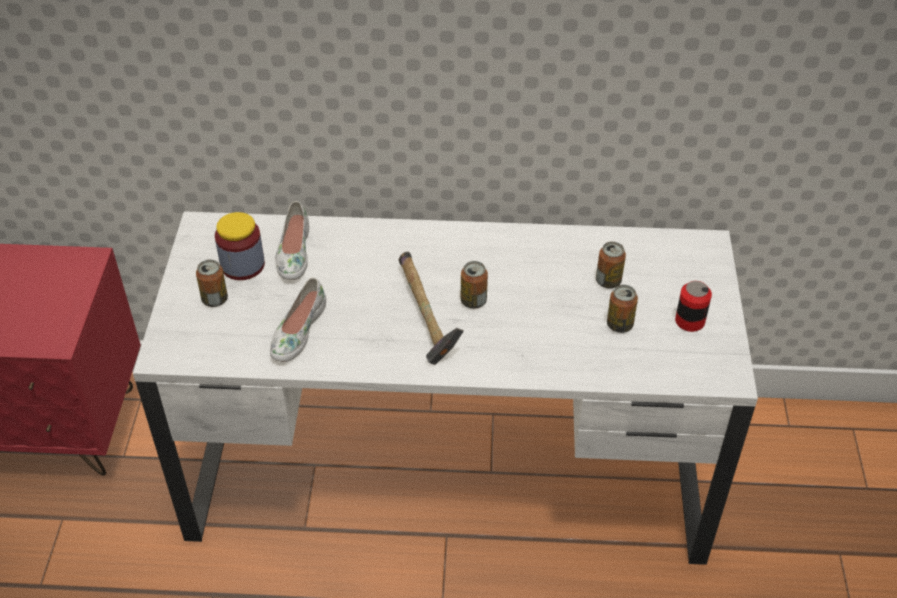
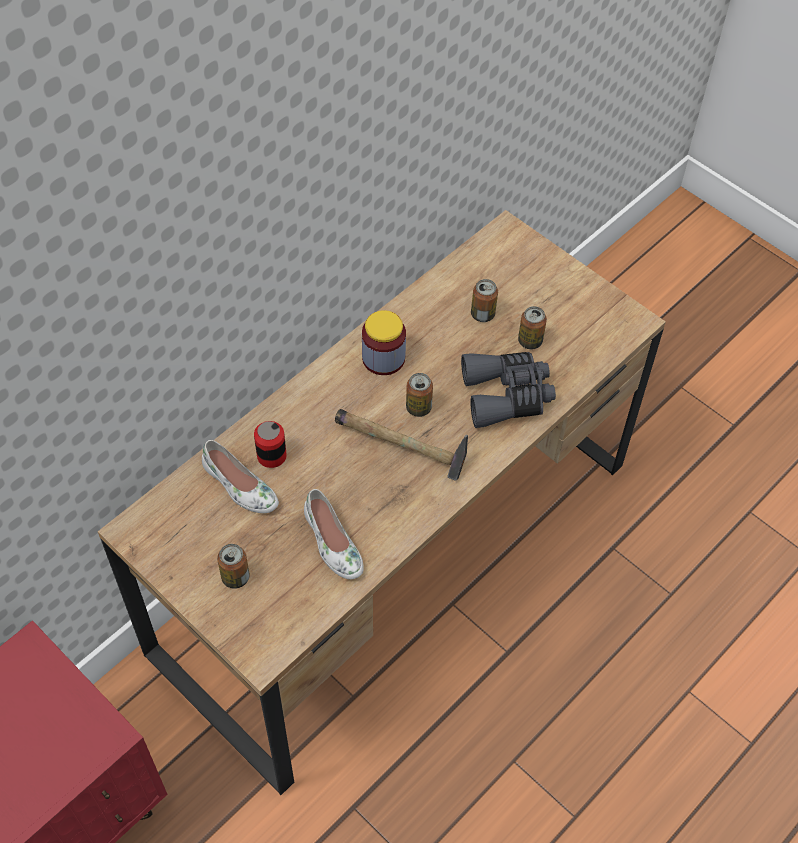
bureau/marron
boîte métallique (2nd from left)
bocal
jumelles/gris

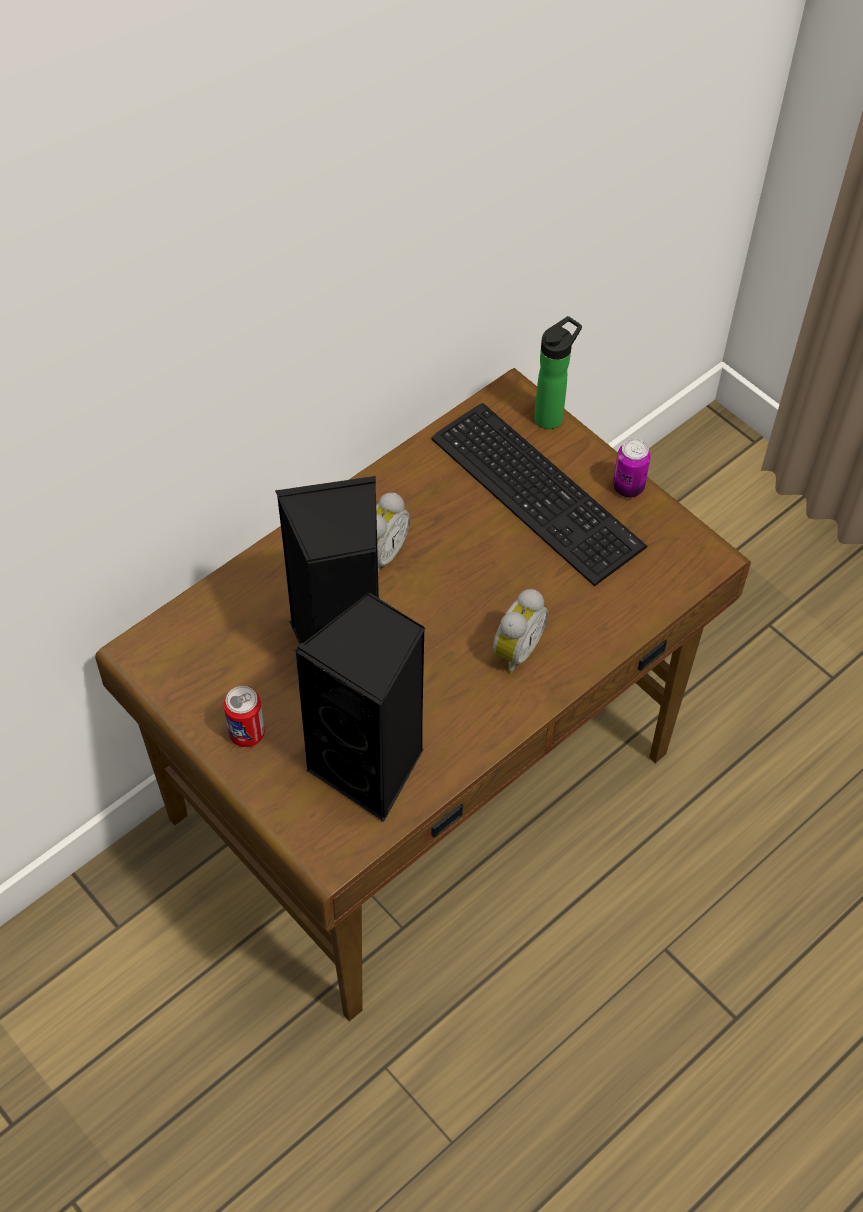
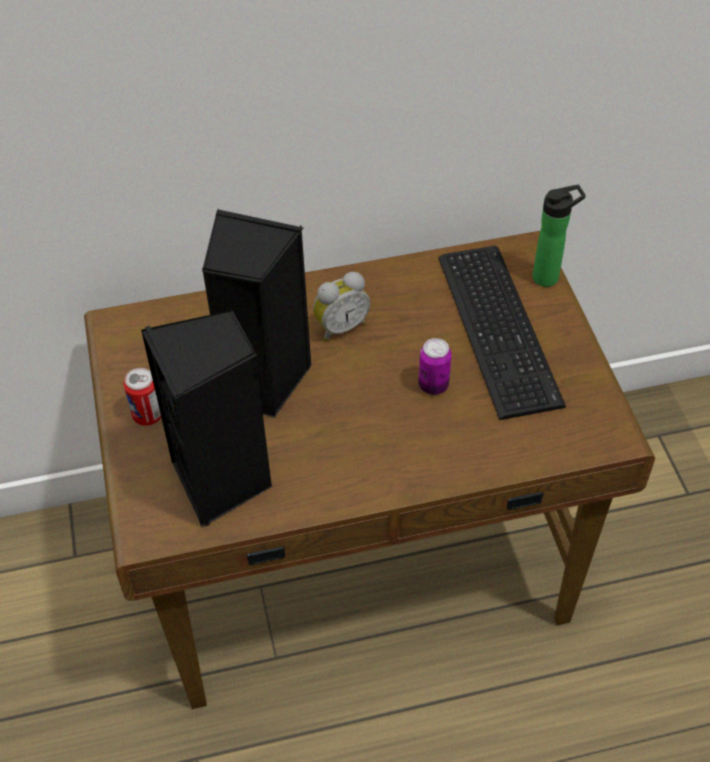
boîte métallique (2nd from left)
réveil (2nd from left in the first image)

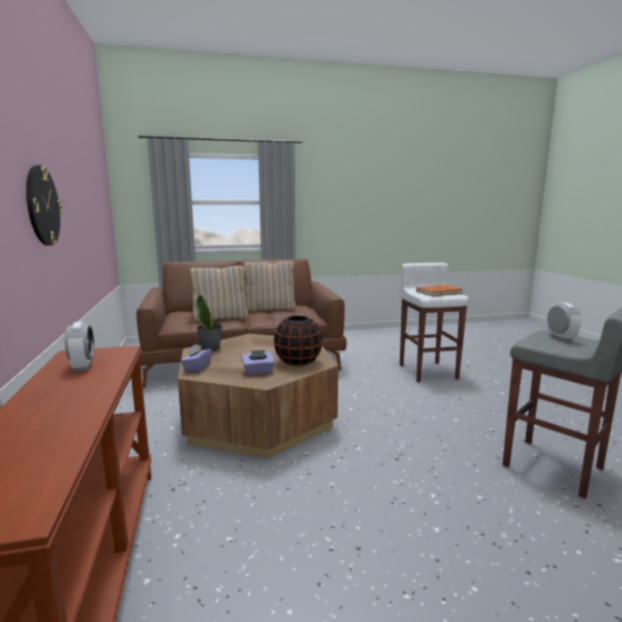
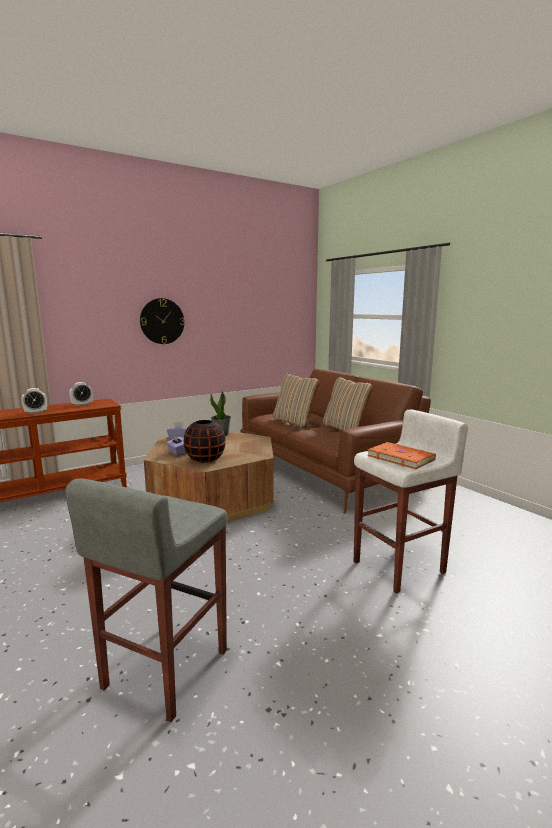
réveil (1st from left)

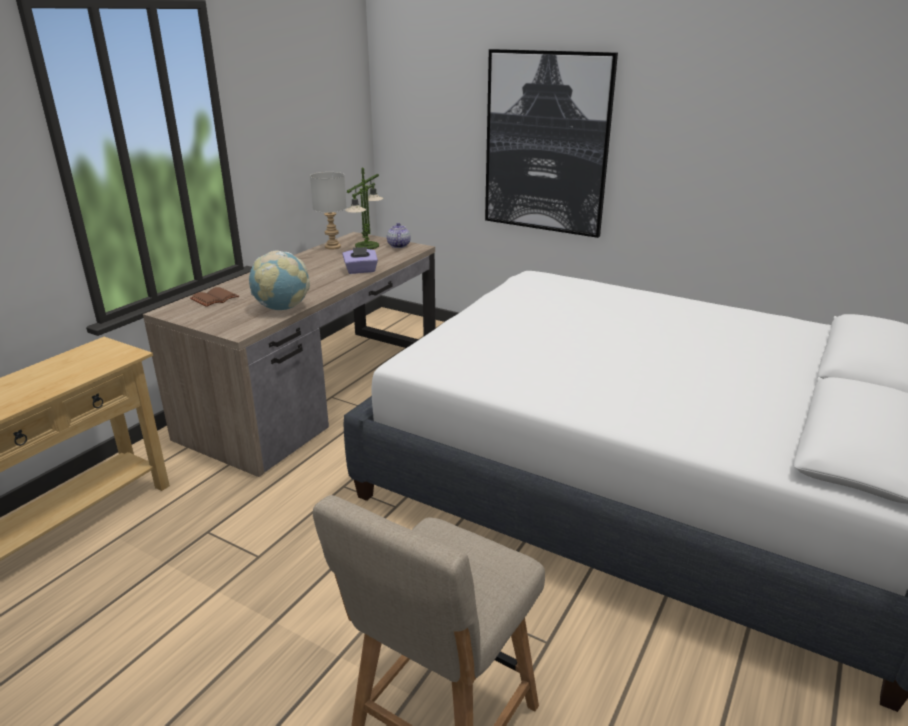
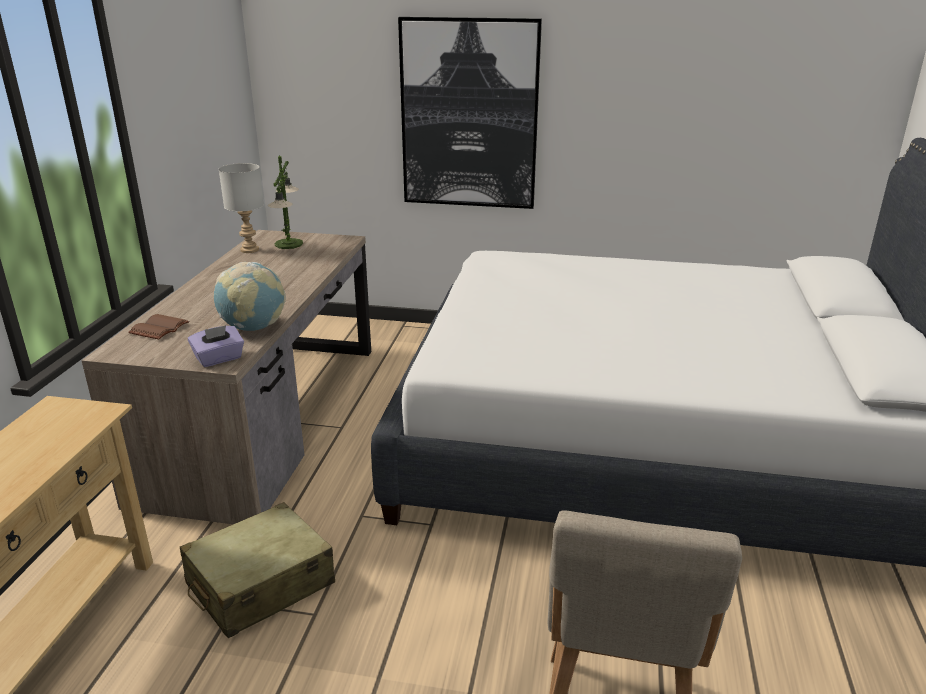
valise/beige
boîte à mouchoirs/violet
théière

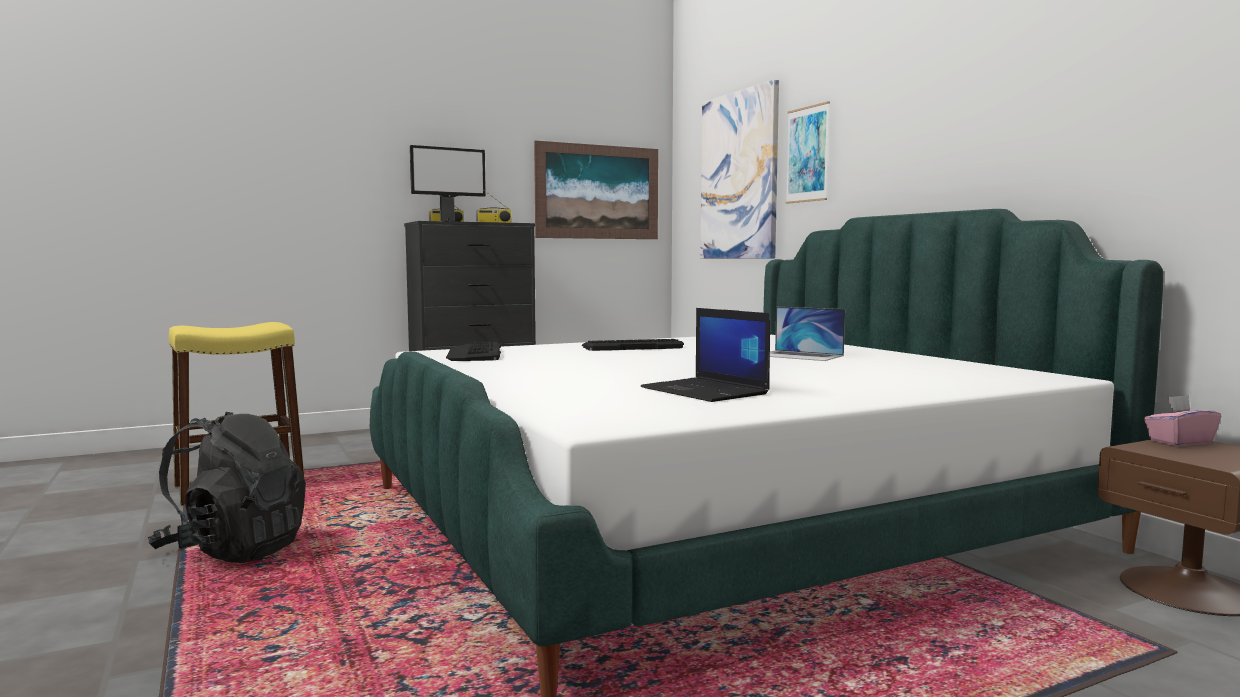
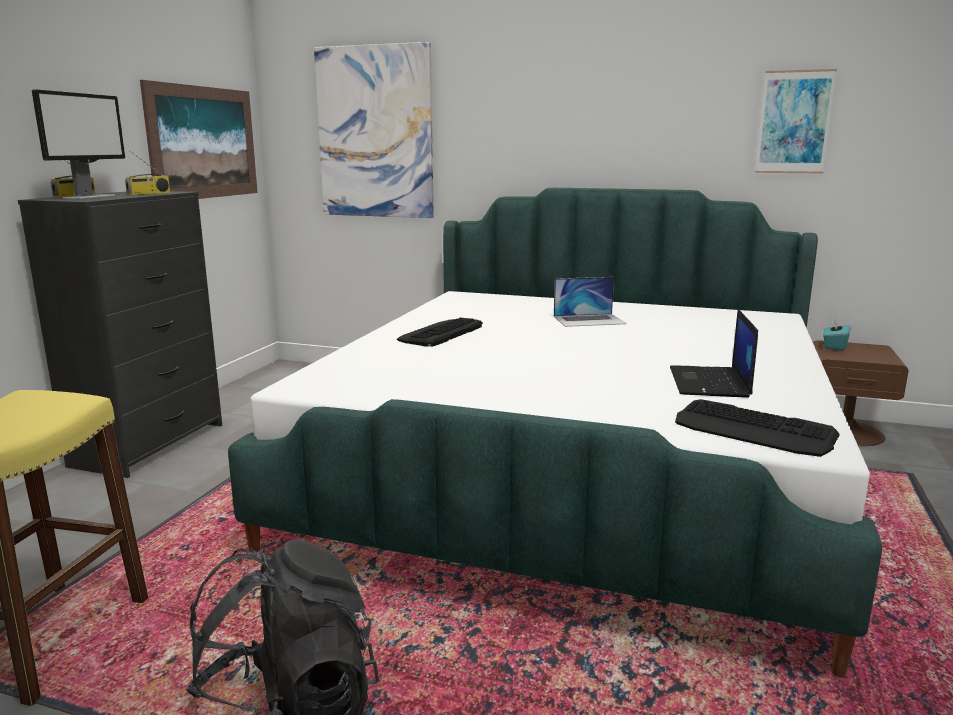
ordinateur portable (2nd from left)
clavier (2nd from left)
tableau (3rd from left)
boîte à mouchoirs/turquoise

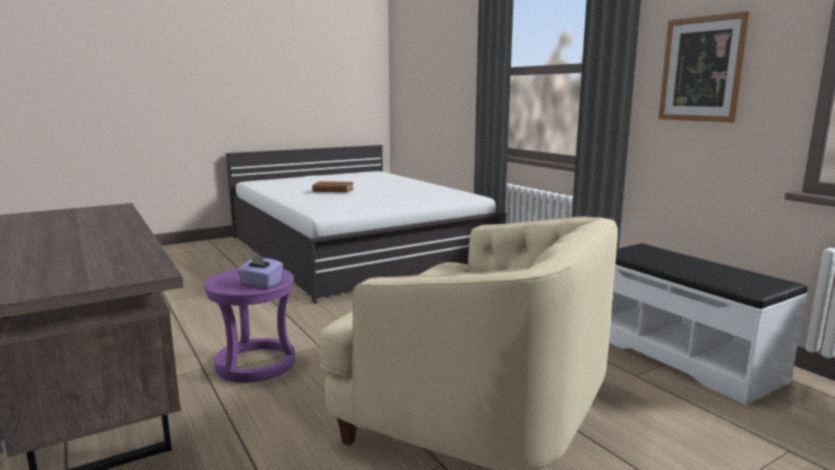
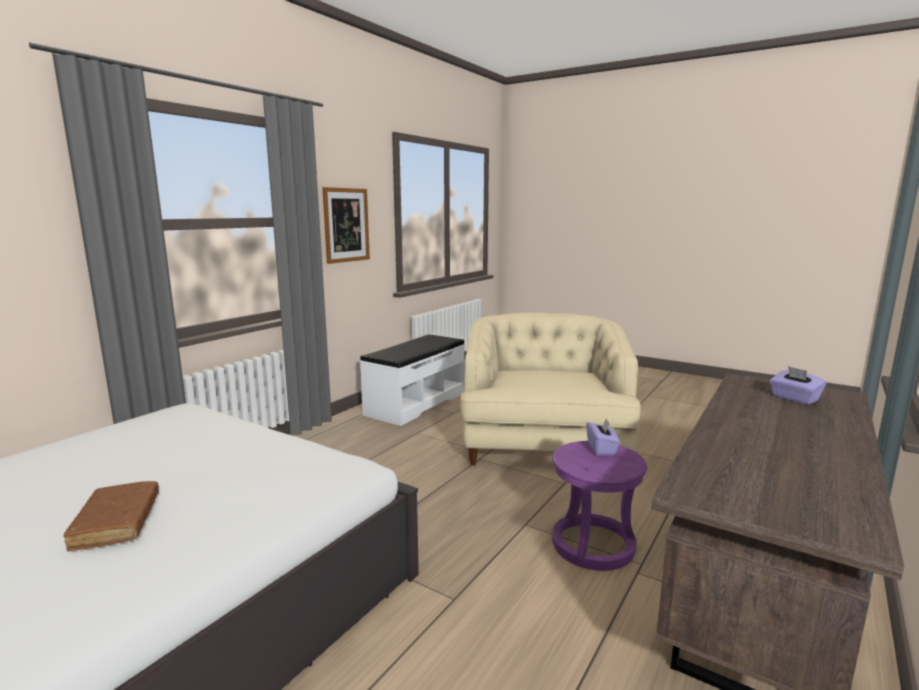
boîte à mouchoirs/violet (2nd from left)

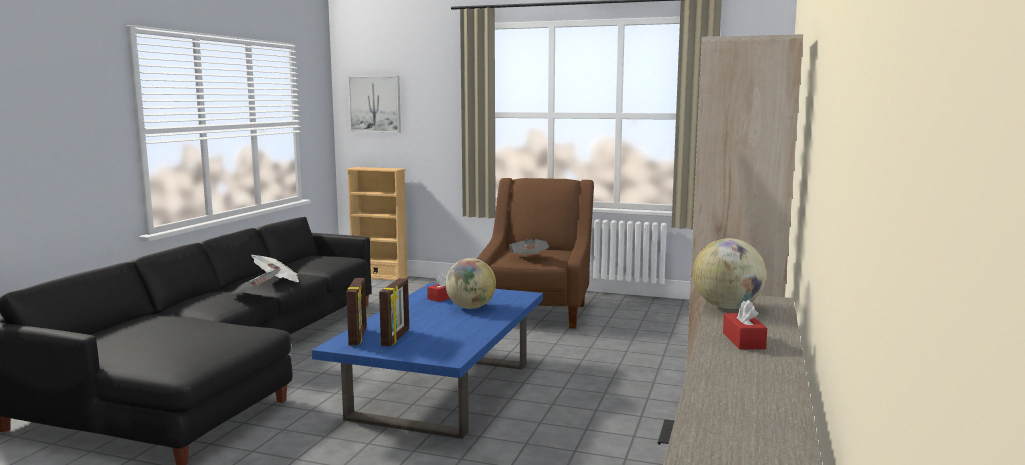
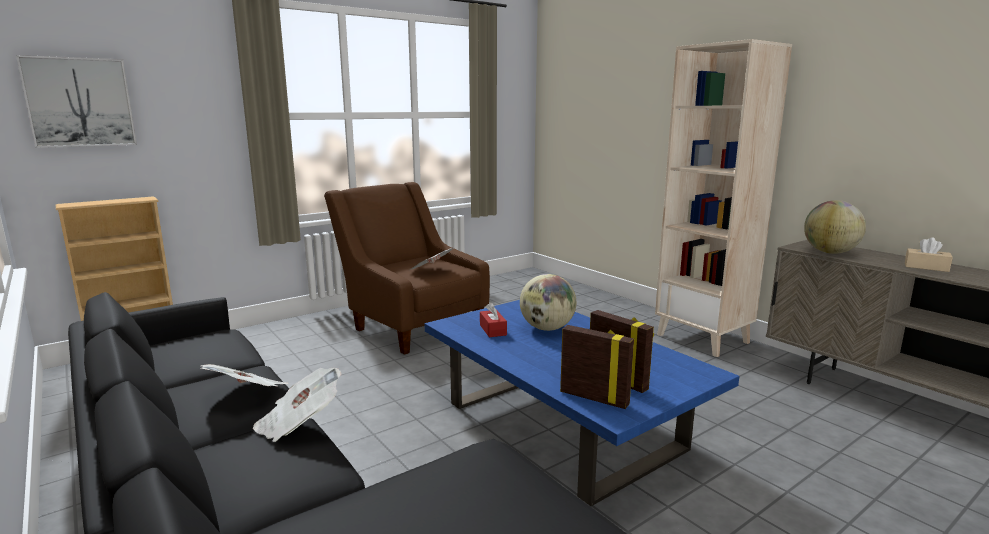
boîte à mouchoirs/beige

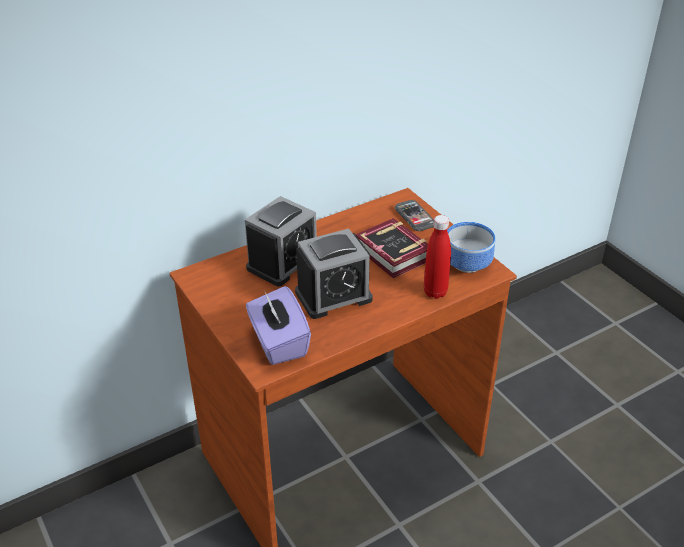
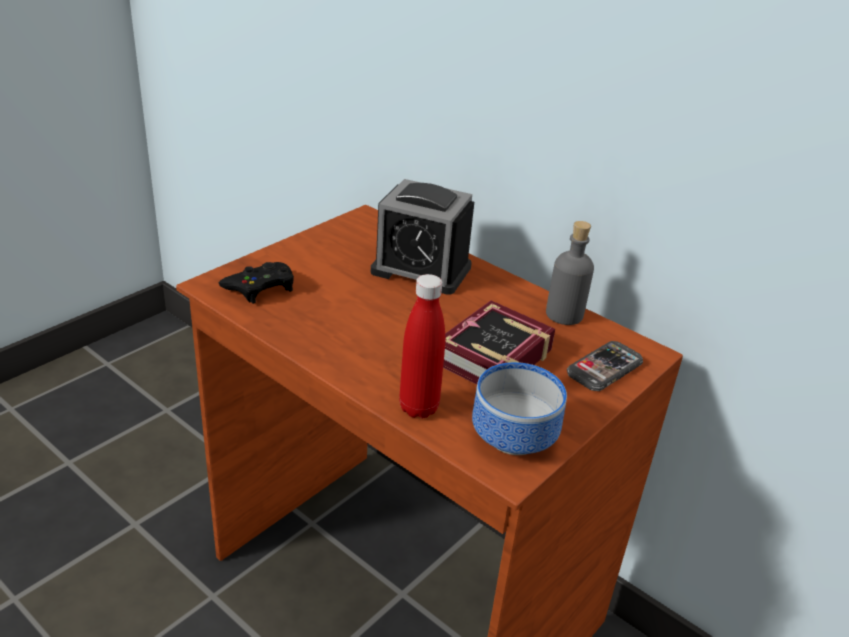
manette/noir
bouteille/gris
réveil (2nd from left in the first image)

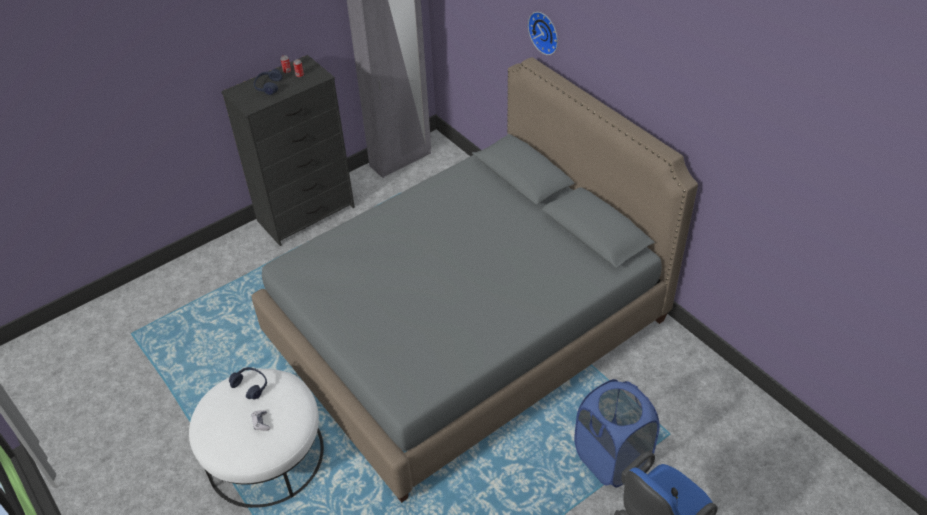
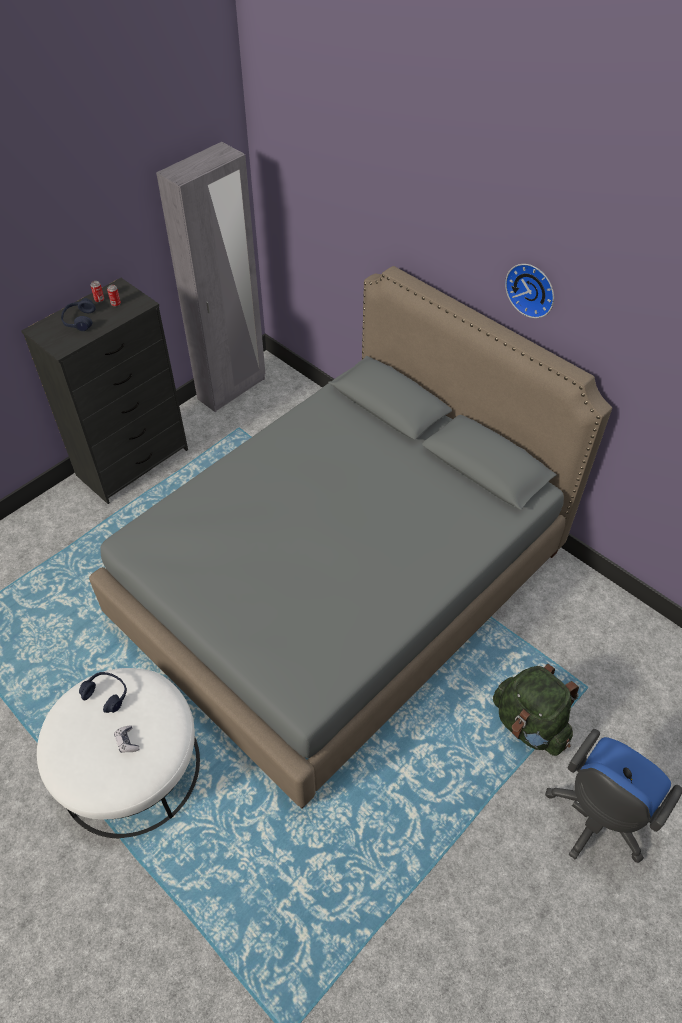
sac à dos/vert
horloge murale

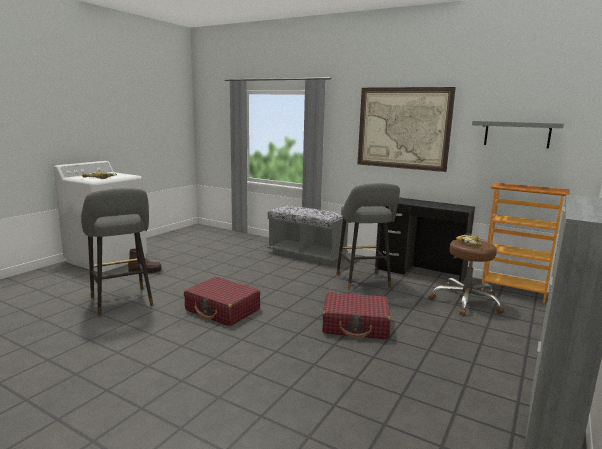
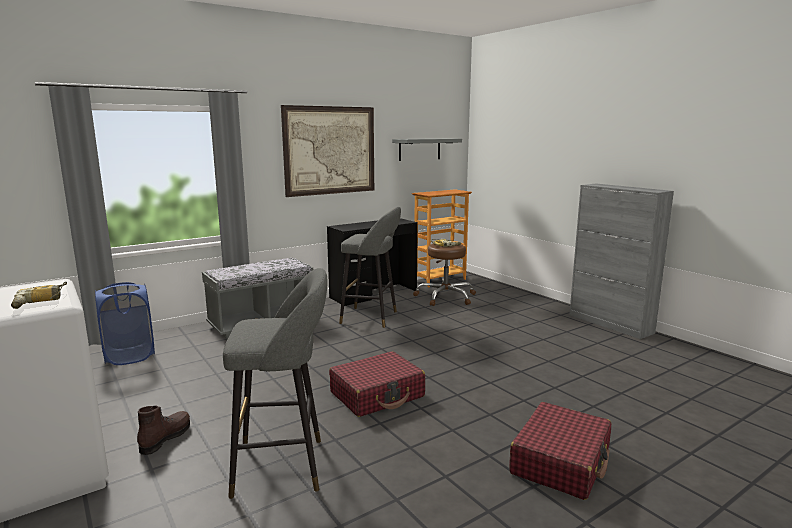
panier à linge/bleu
valise/rouge (2nd from left)

